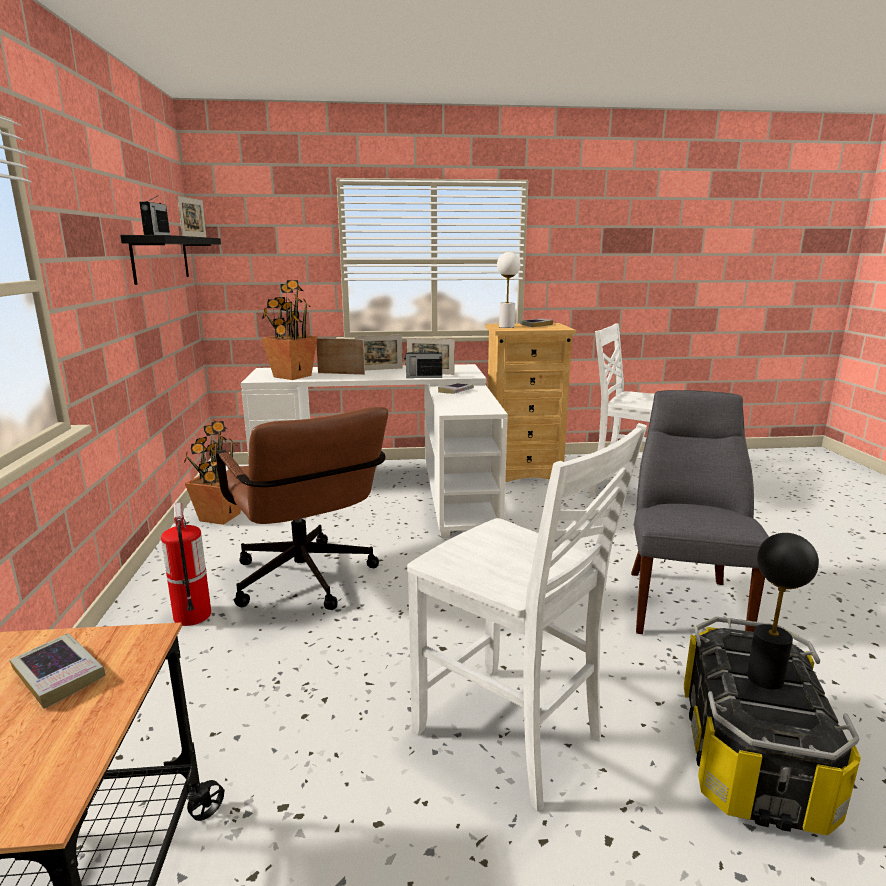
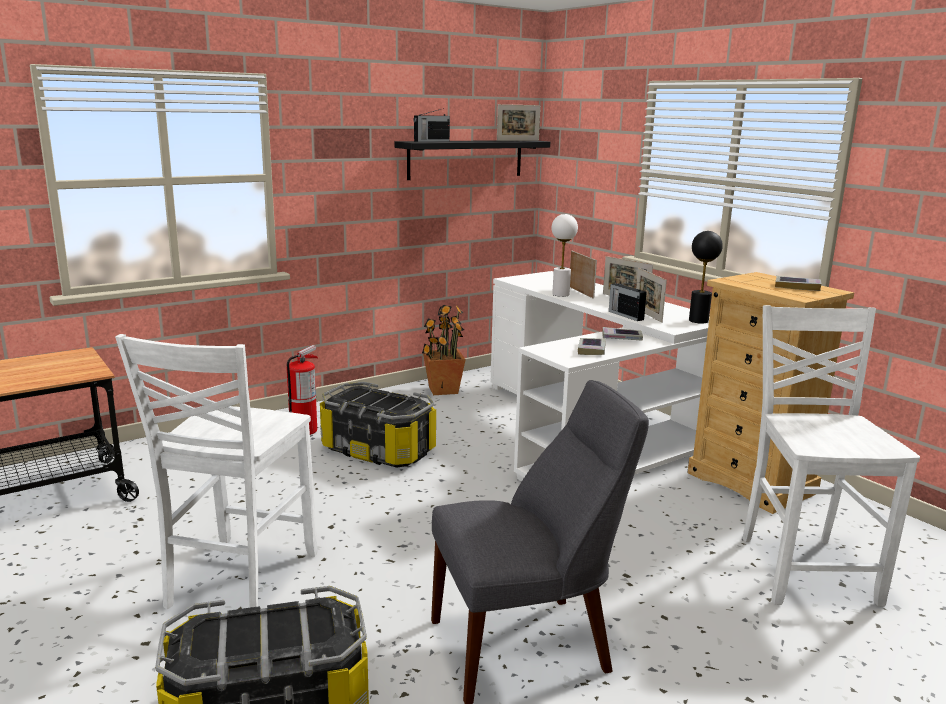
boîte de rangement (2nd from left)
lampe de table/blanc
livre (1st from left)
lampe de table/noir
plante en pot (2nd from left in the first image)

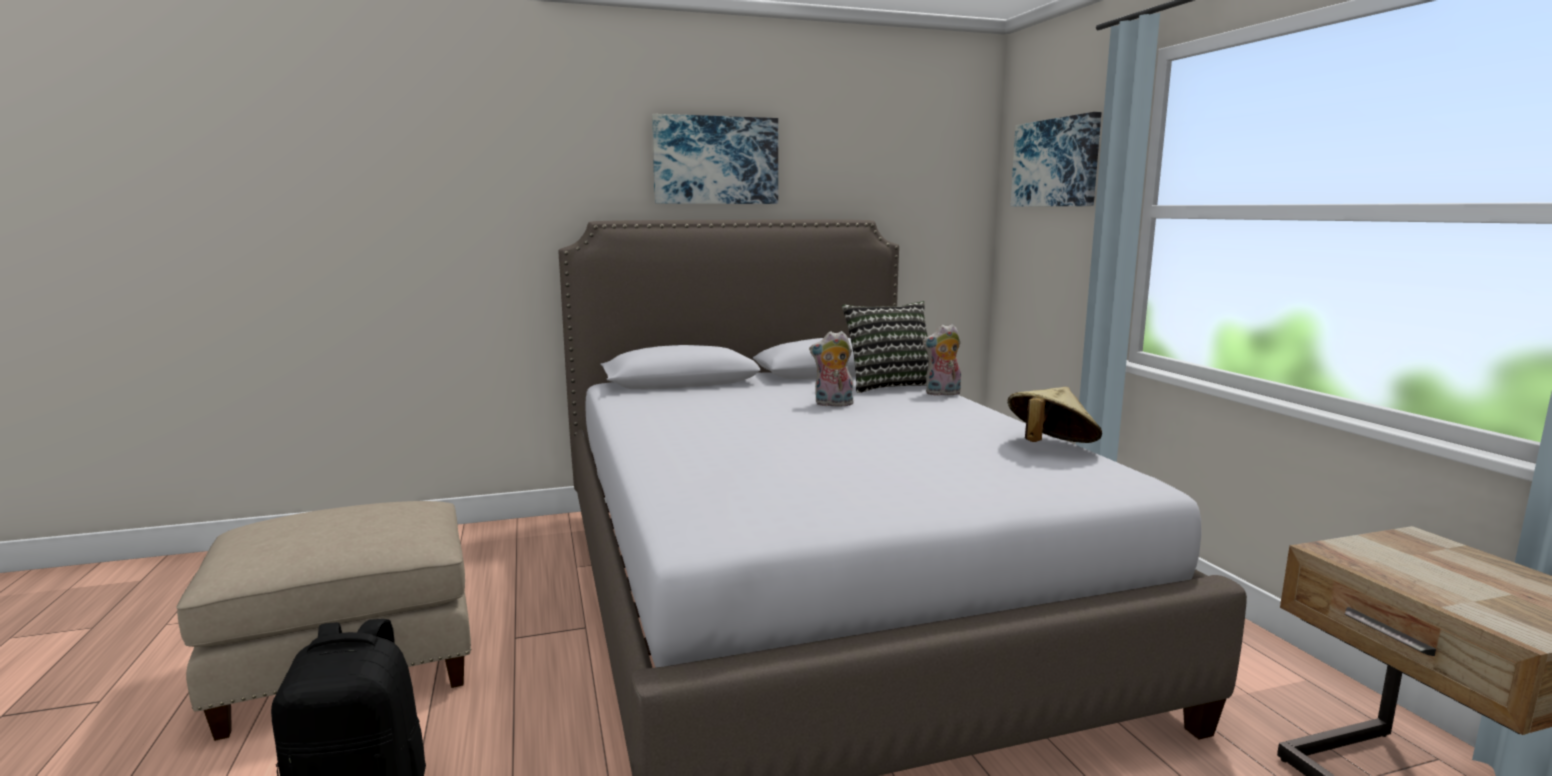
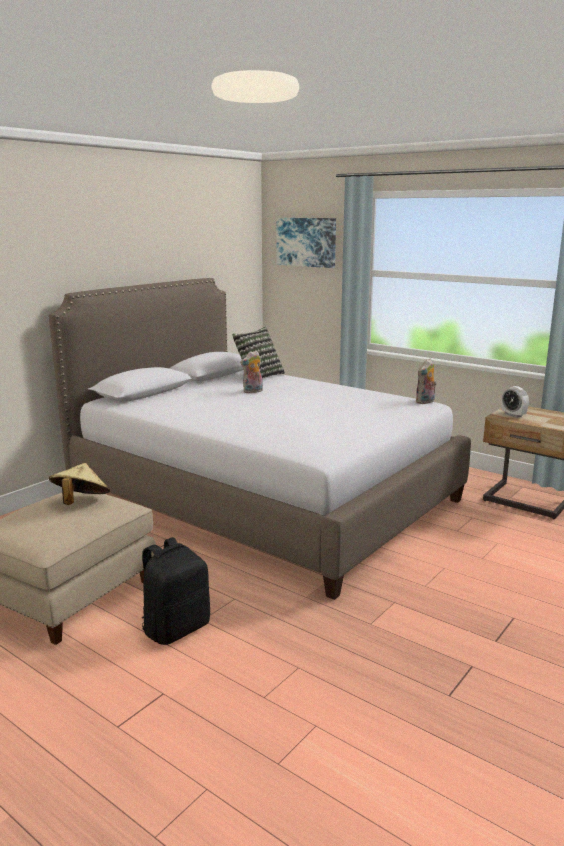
chapeau/beige
peluche (2nd from left)
réveil
tableau (1st from left in the first image)

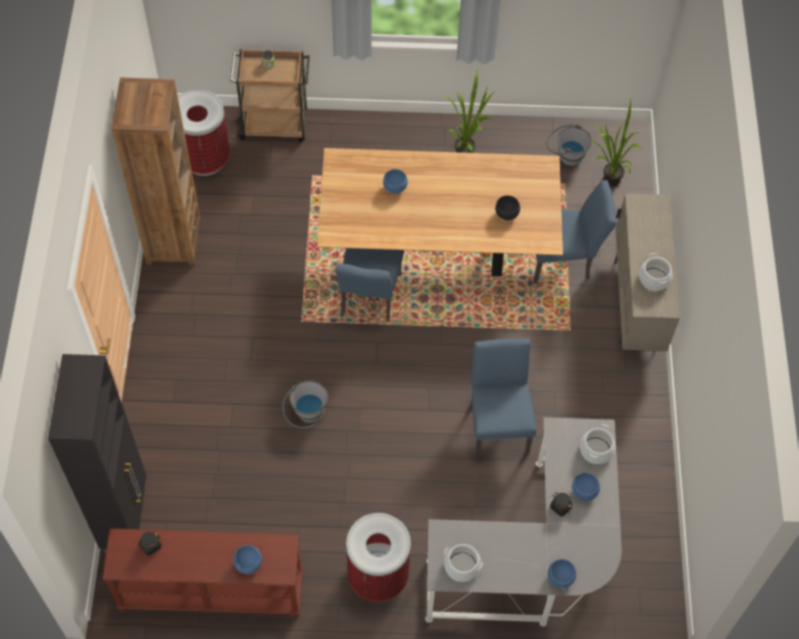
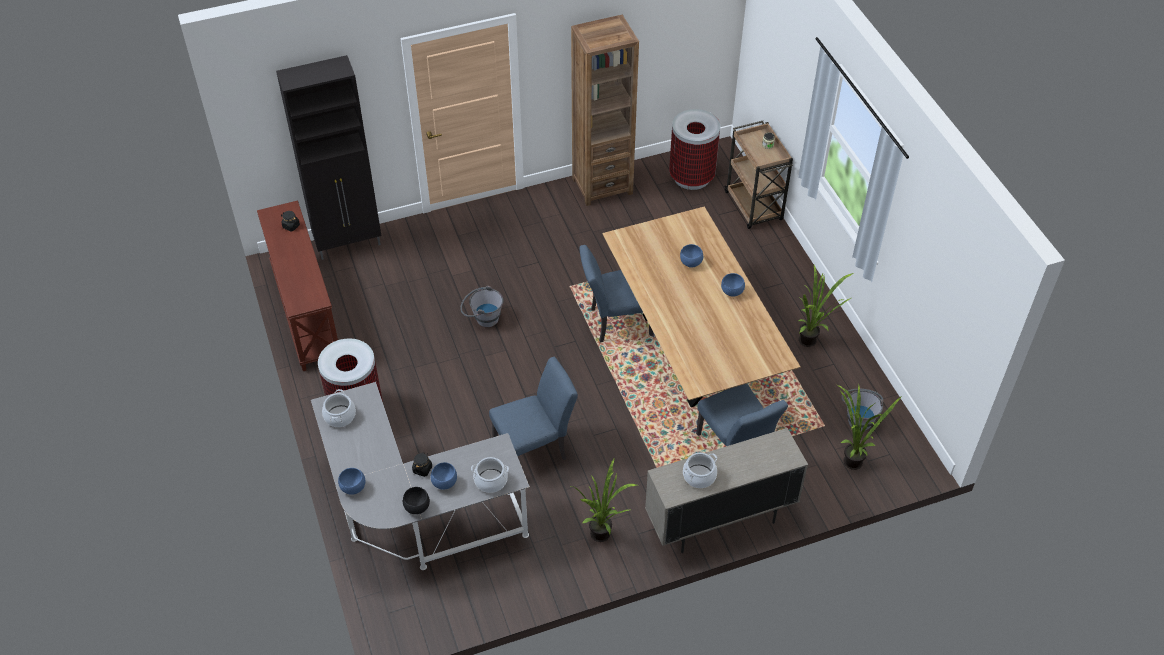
bol/noir
plante en pot (1st from left)
bol/bleu (4th from left)

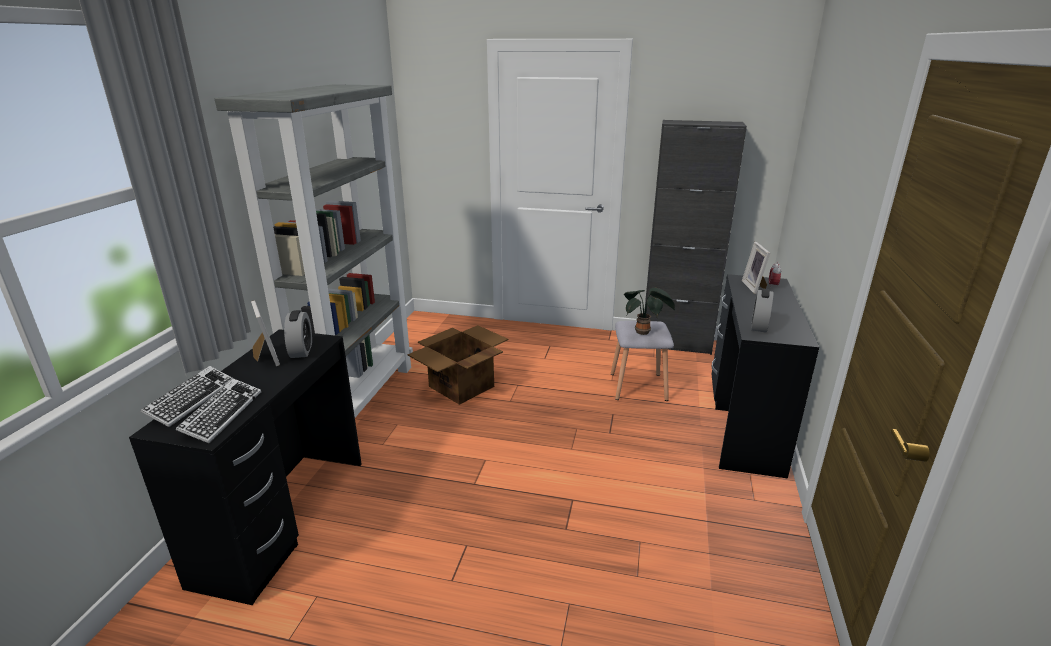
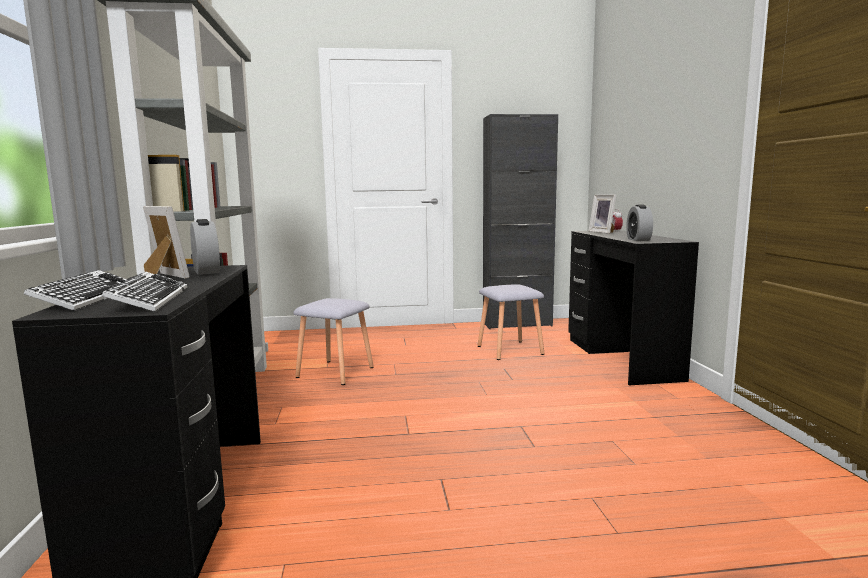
tabouret/gris (1st from left)
plante en pot

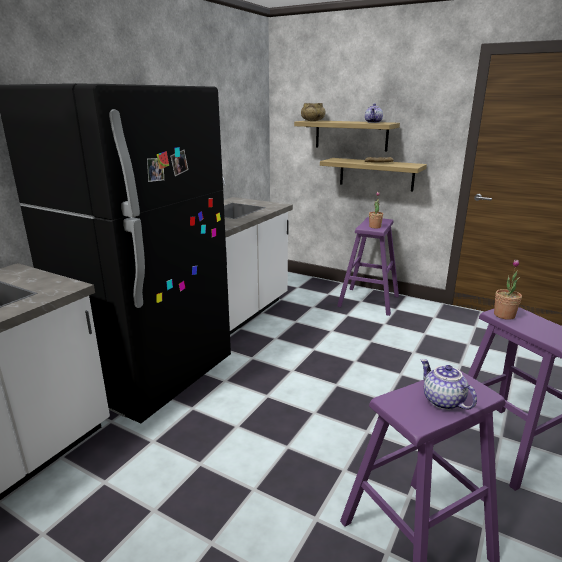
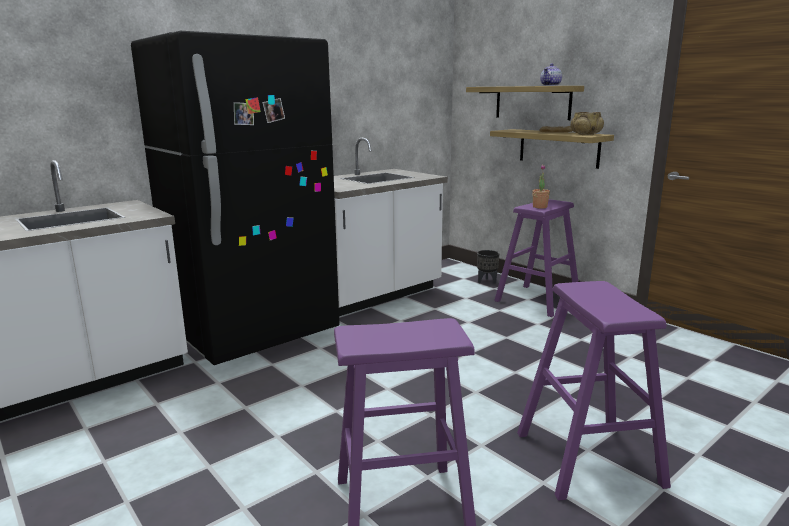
cache-pot/noir
bol/beige
théière (2nd from left in the first image)
plante en pot (2nd from left in the first image)

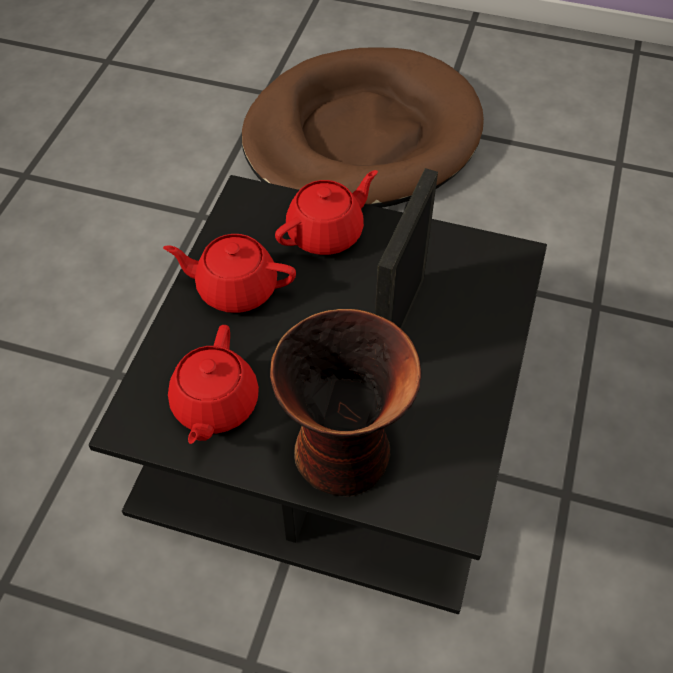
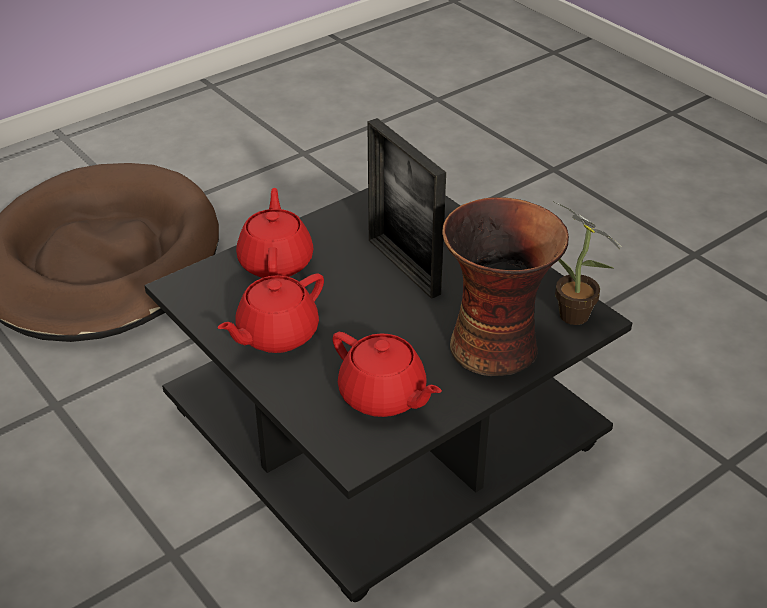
plante en pot

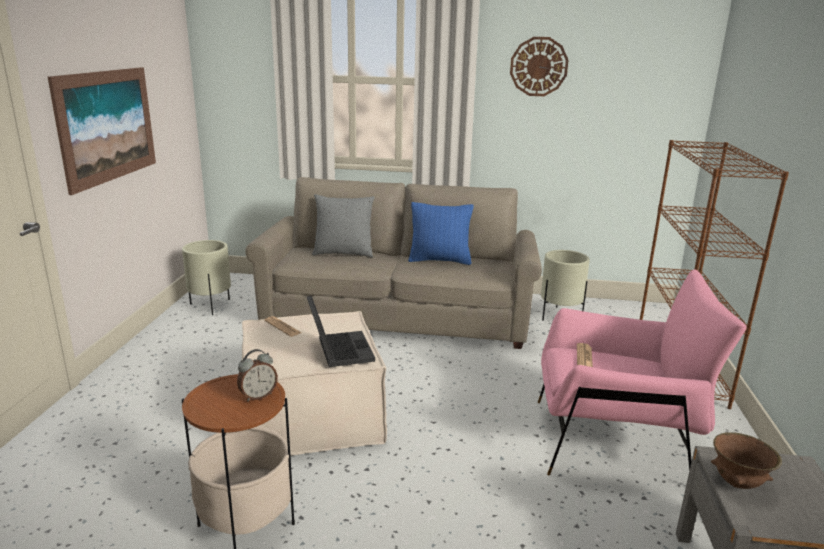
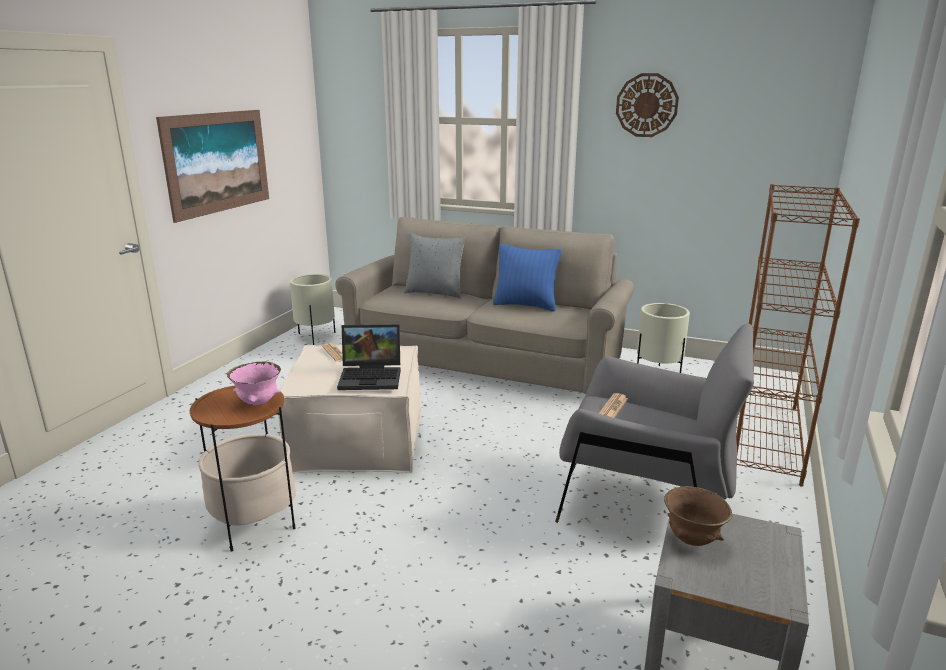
bol/rose
ordinateur portable
fauteuil/gris

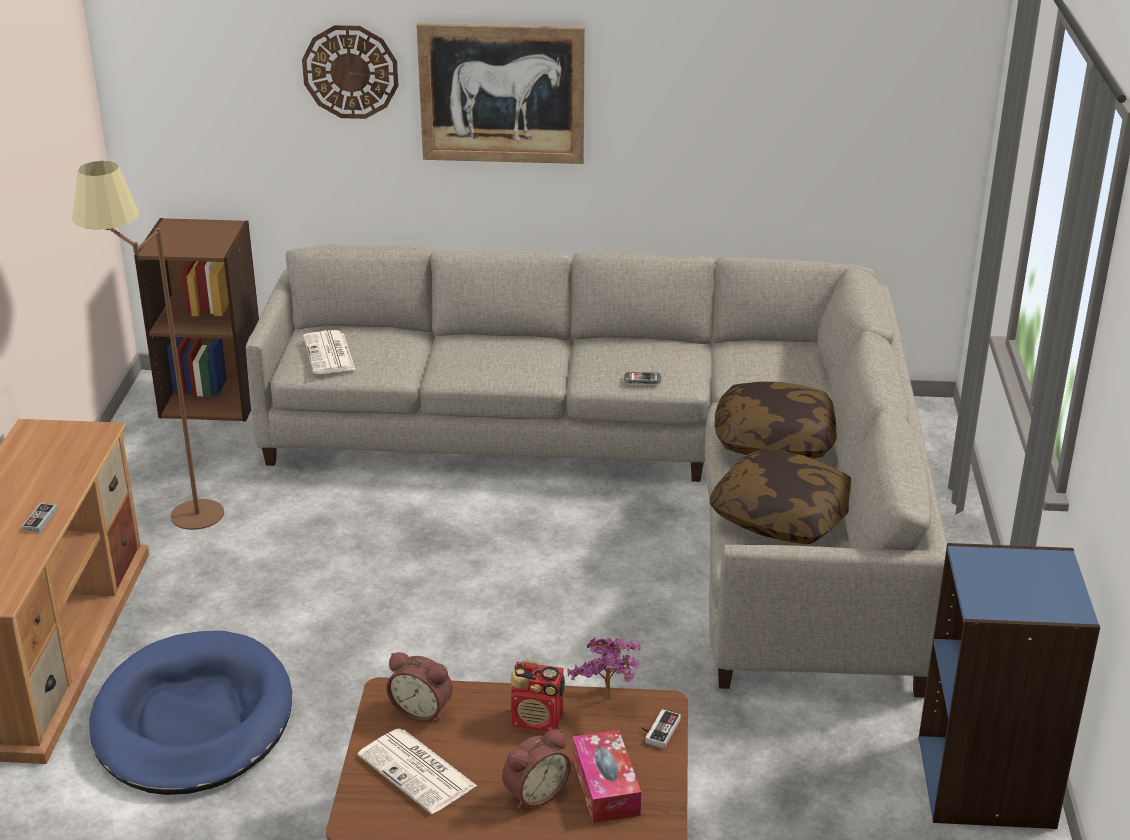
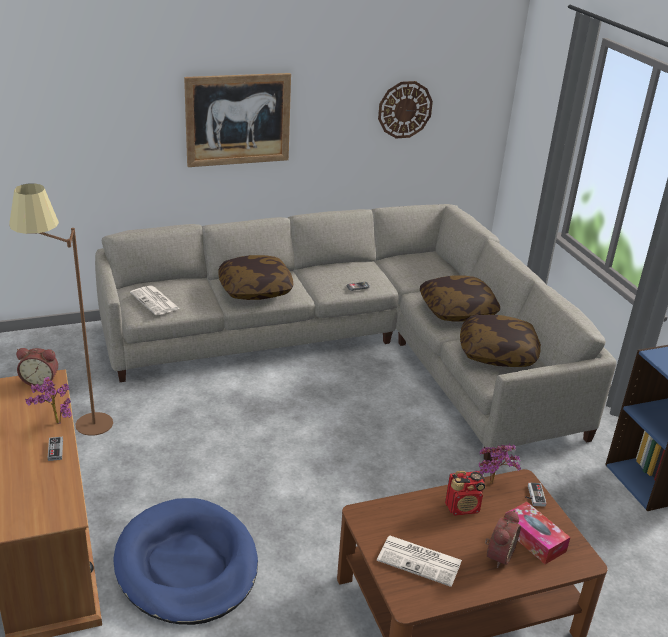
réveil (1st from left)
plante en pot (1st from left)
coussin (1st from left)
horloge murale
bibliothèque/marron

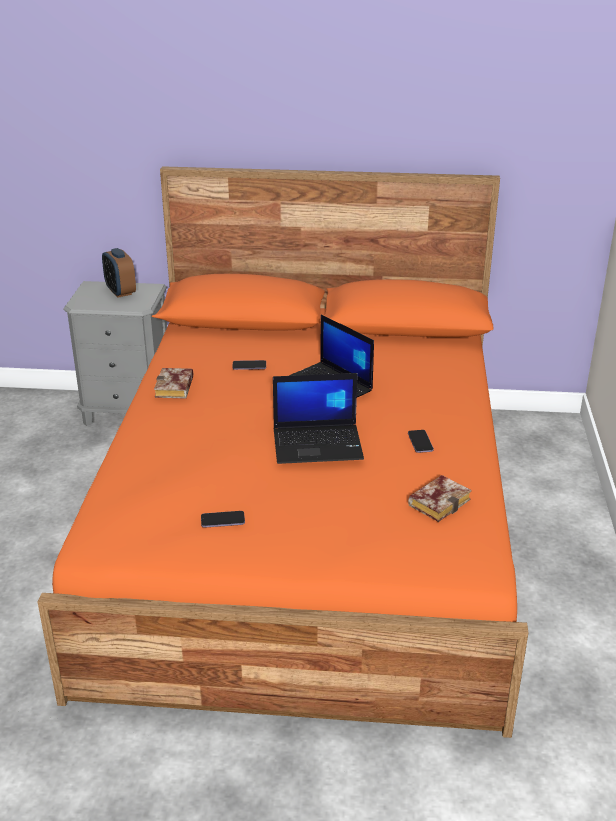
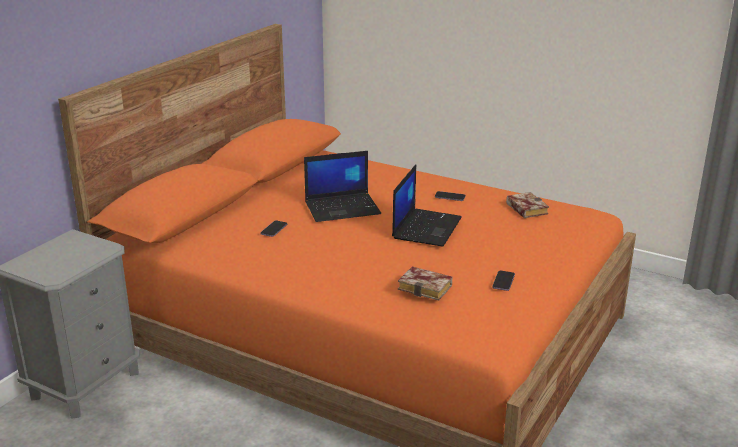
livre (1st from left)
réveil

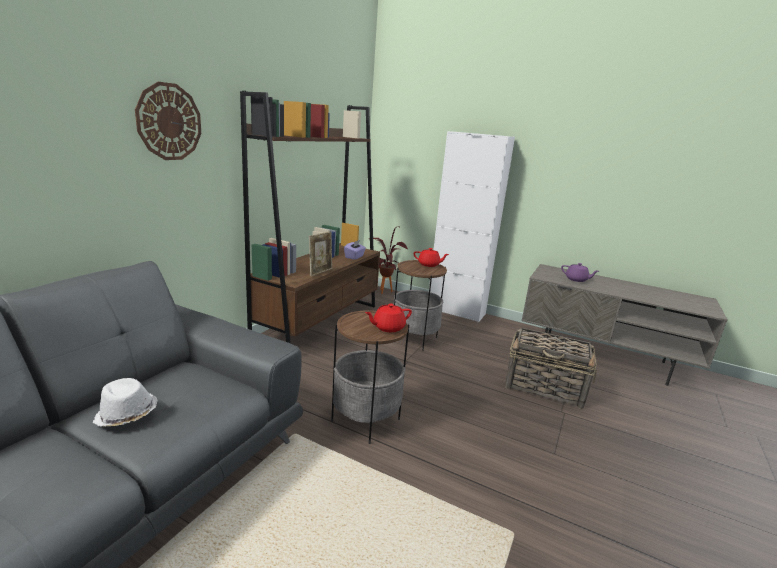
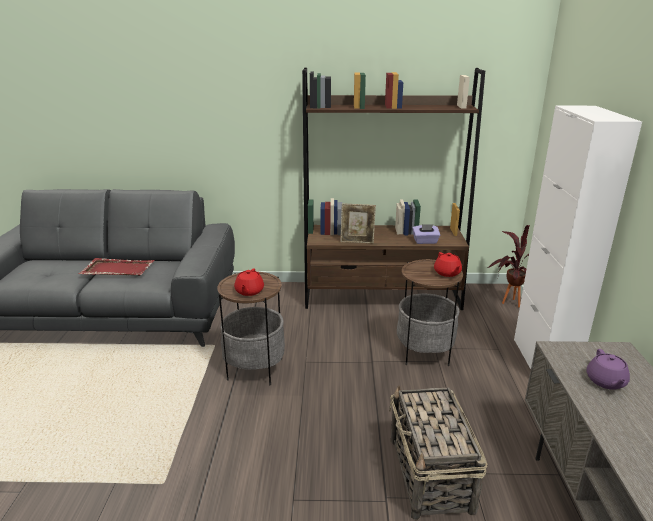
plateau/rouge
théière/rouge (1st from left)
horloge murale

